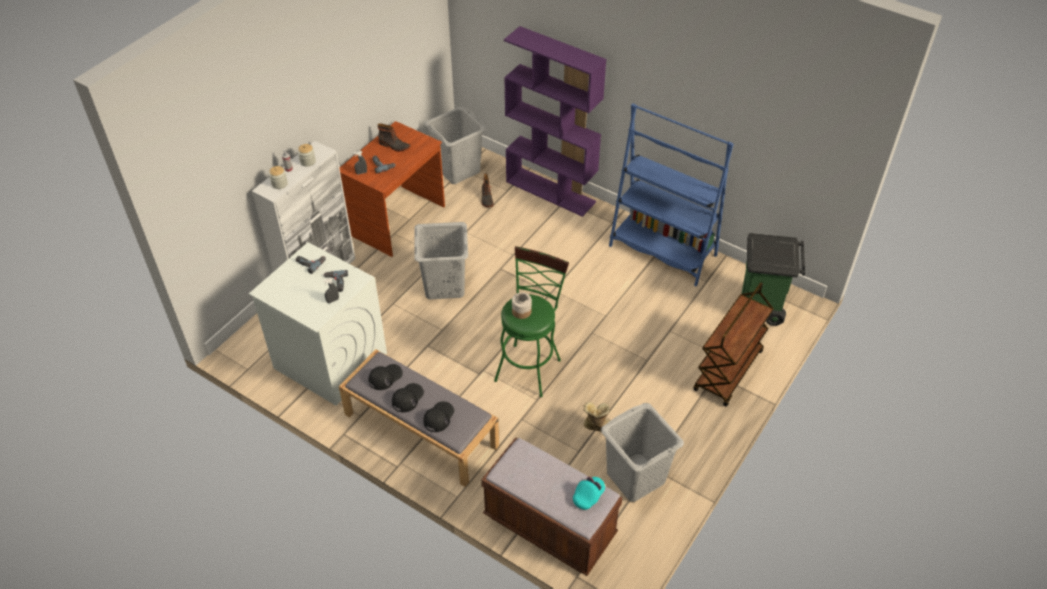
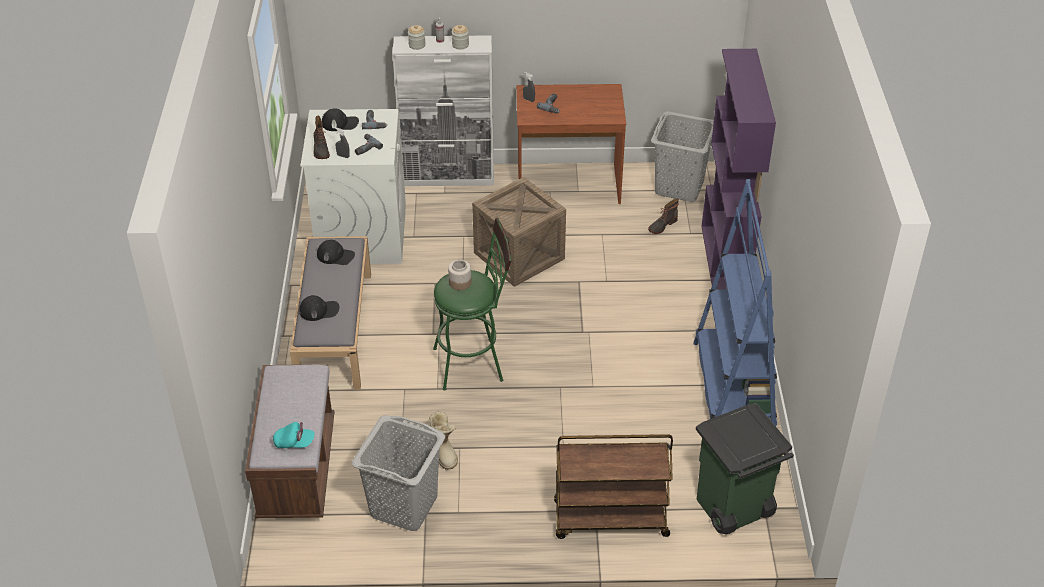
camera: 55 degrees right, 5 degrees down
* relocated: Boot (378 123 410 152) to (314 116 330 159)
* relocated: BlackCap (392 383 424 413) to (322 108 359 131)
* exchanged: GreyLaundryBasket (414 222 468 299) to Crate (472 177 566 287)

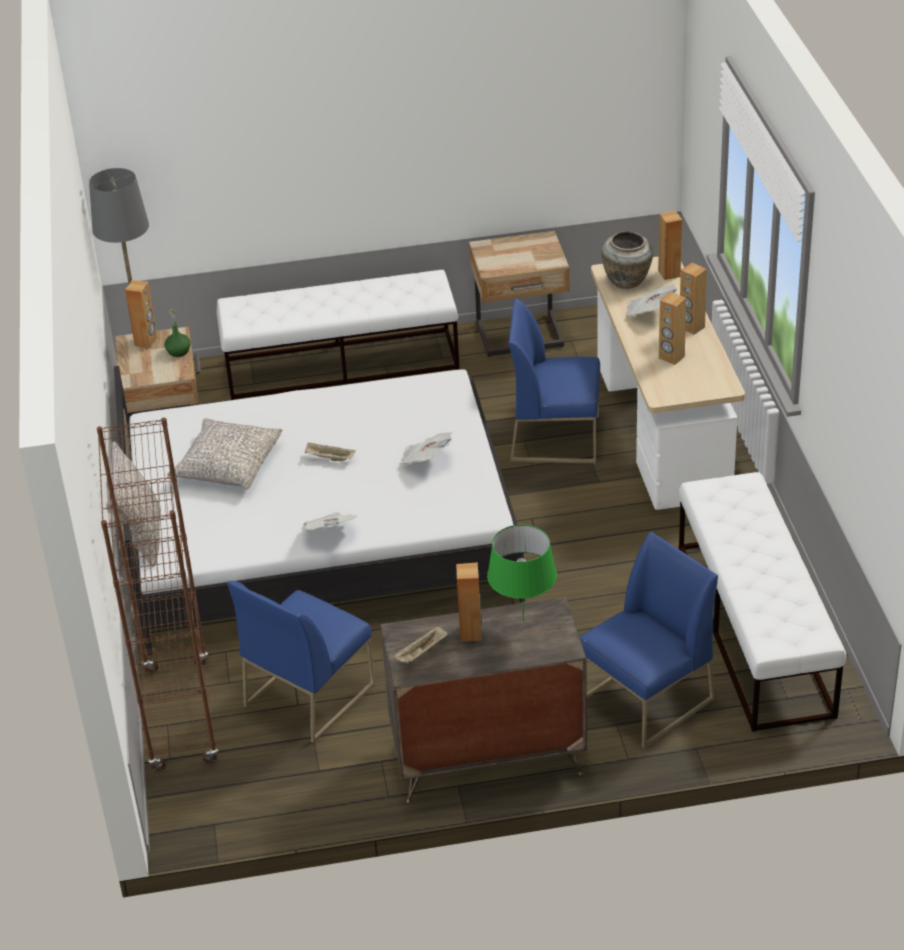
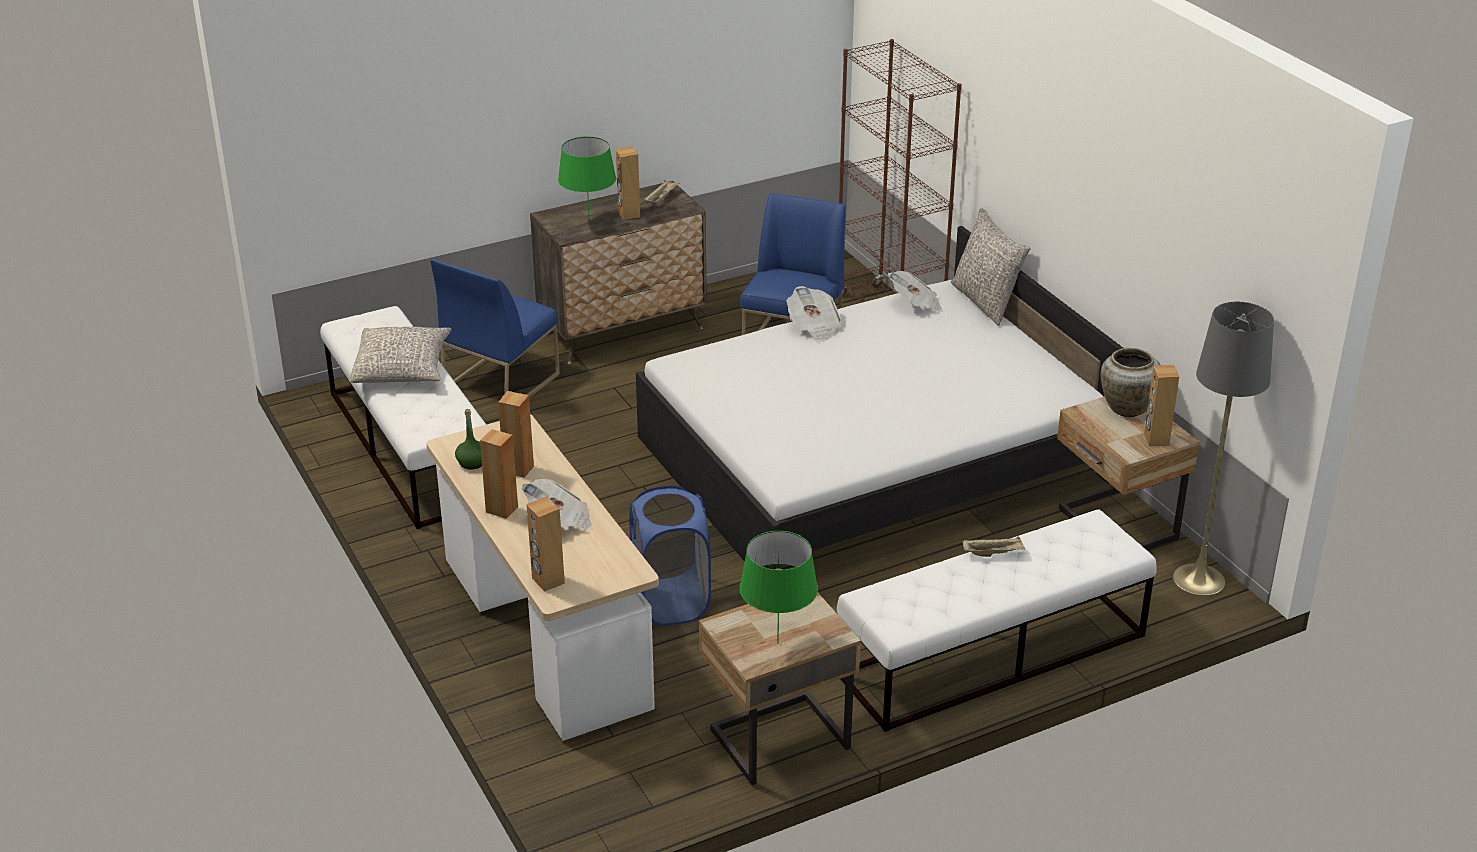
camera: 160 degrees right, 5 degrees down
* appeared: GreenTableLamp (739 531 818 643)
* relocated: GreenBottle (164 309 191 357) to (455 409 482 470)
* relocated: GreyPillow (167 418 283 490) to (349 327 451 383)
* relocated: BeigeTray (305 442 356 461) to (963 536 1025 557)
* relocated: Newspaper (399 432 452 465) to (888 271 943 312)
* relocated: BeigeVase (601 231 653 289) to (1101 348 1161 417)
* exchanged: BlueChair (509 298 600 463) to BlueLaundryBasket (629 486 711 626)

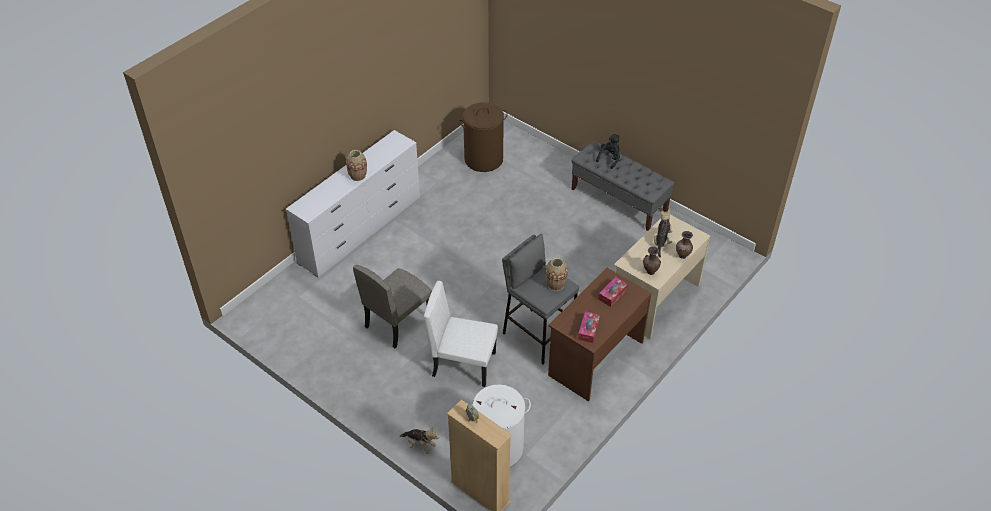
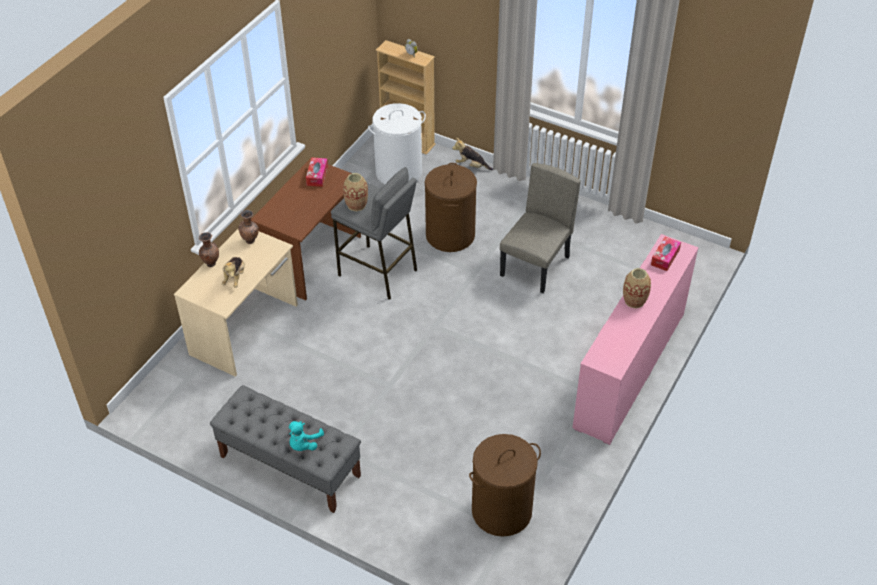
camera: 170 degrees right, 0 degrees up
* relocated: TissueBox (598 277 628 307) to (651 237 681 271)
* exchanged: WhiteChair (424 281 498 387) to BrownLaundryBasket (425 163 477 252)
* colour: WhiteDresser (286 130 420 277) to PinkDresser (572 234 699 445)
* colour: BlackPlushToy (596 134 620 169) to TurquoisePlushToy (289 421 324 451)

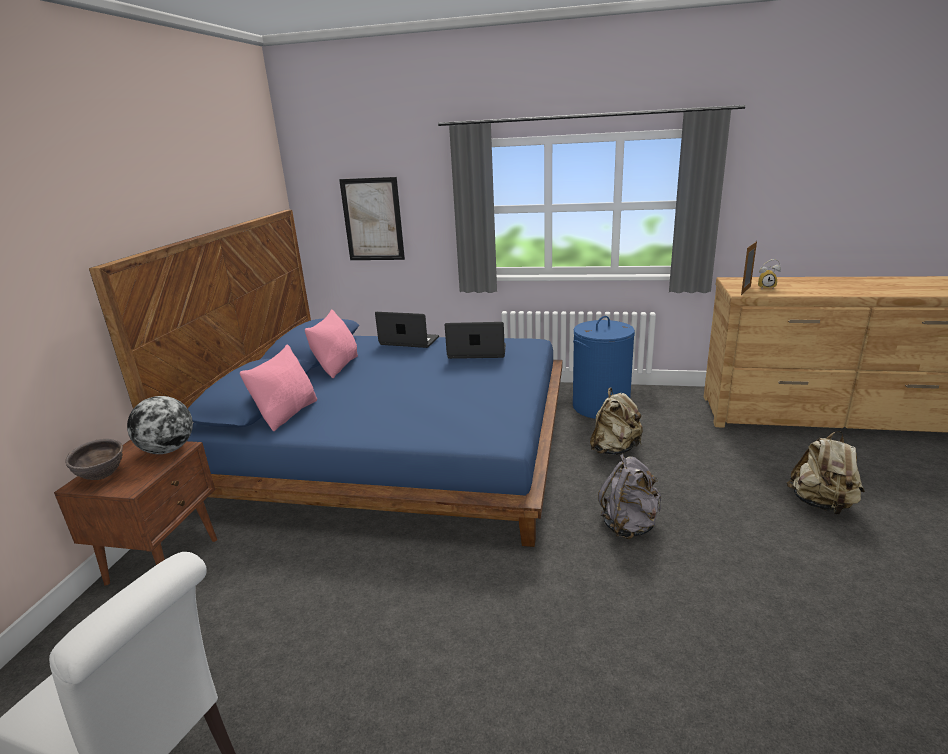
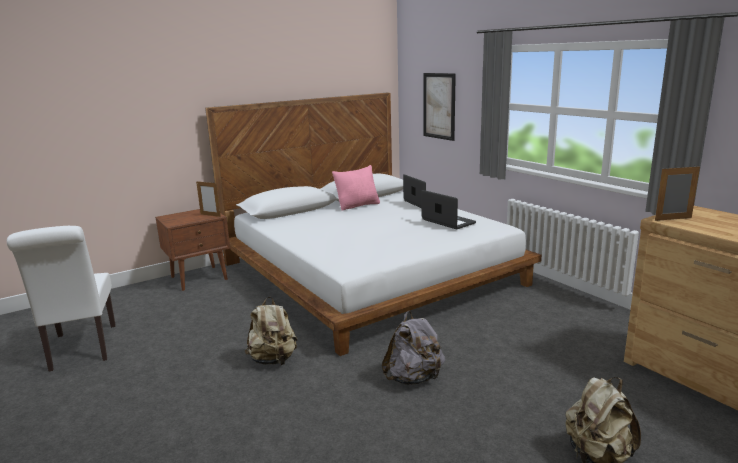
camera: 45 degrees right, 5 degrees down
* missing: BrownBowl (65 439 123 480)
* missing: PinkPillow (240 345 317 431)
* missing: BlueLaundryBasket (573 316 635 419)
* missing: AlarmClock (758 259 781 288)
* relocated: BeigeBackpack (590 388 643 455) to (245 297 297 365)
* exchanged: Globe (127 396 193 454) to PictureFrame (196 180 221 217)
* colour: BlueBed (89 210 563 547) to WhiteBed (205 93 542 356)

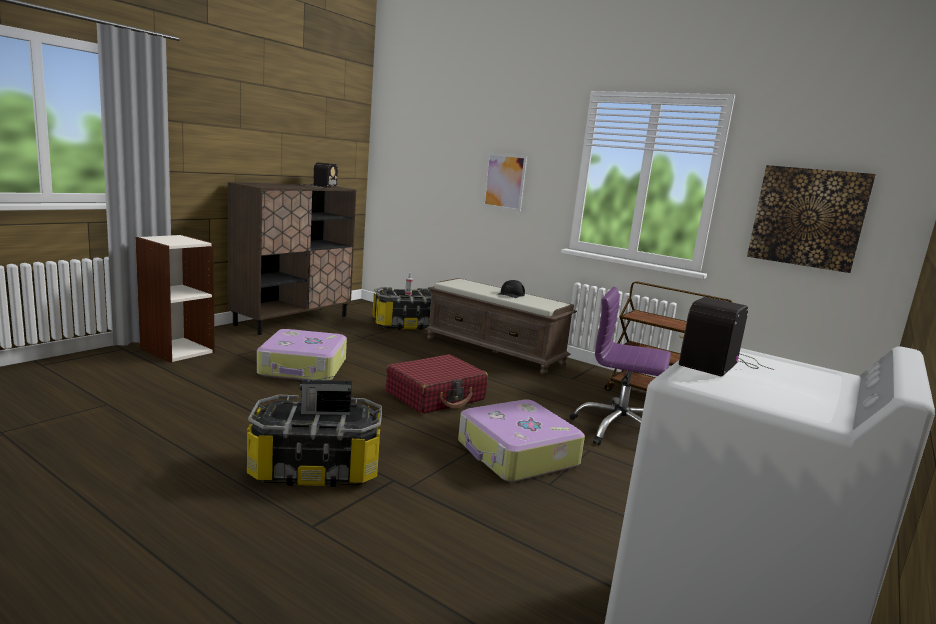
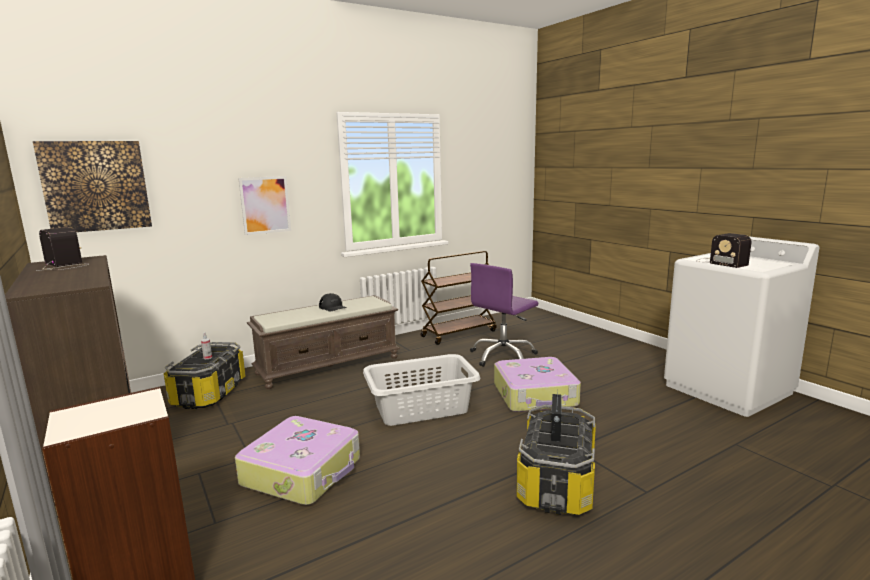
camera: 65 degrees left, 0 degrees up
* relocated: Picture (747 165 876 273) to (33 141 152 232)
* exchanged: RedSuitcase (386 354 488 414) to GreyLaundryBasket (363 354 480 426)

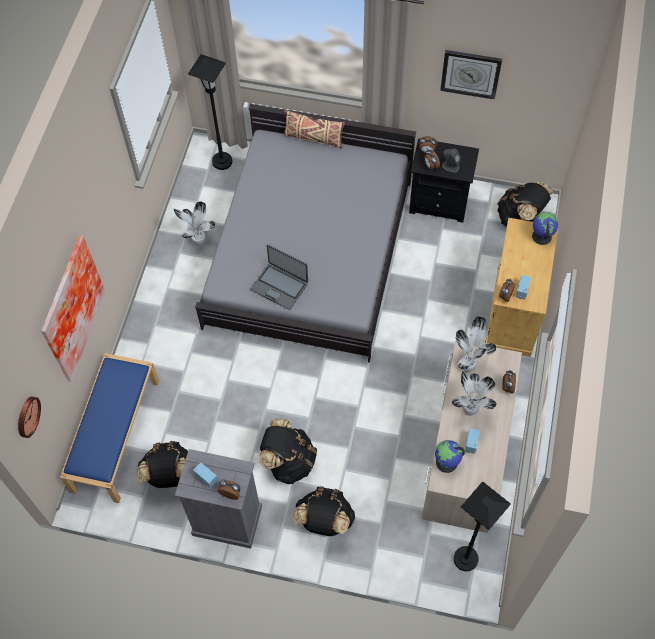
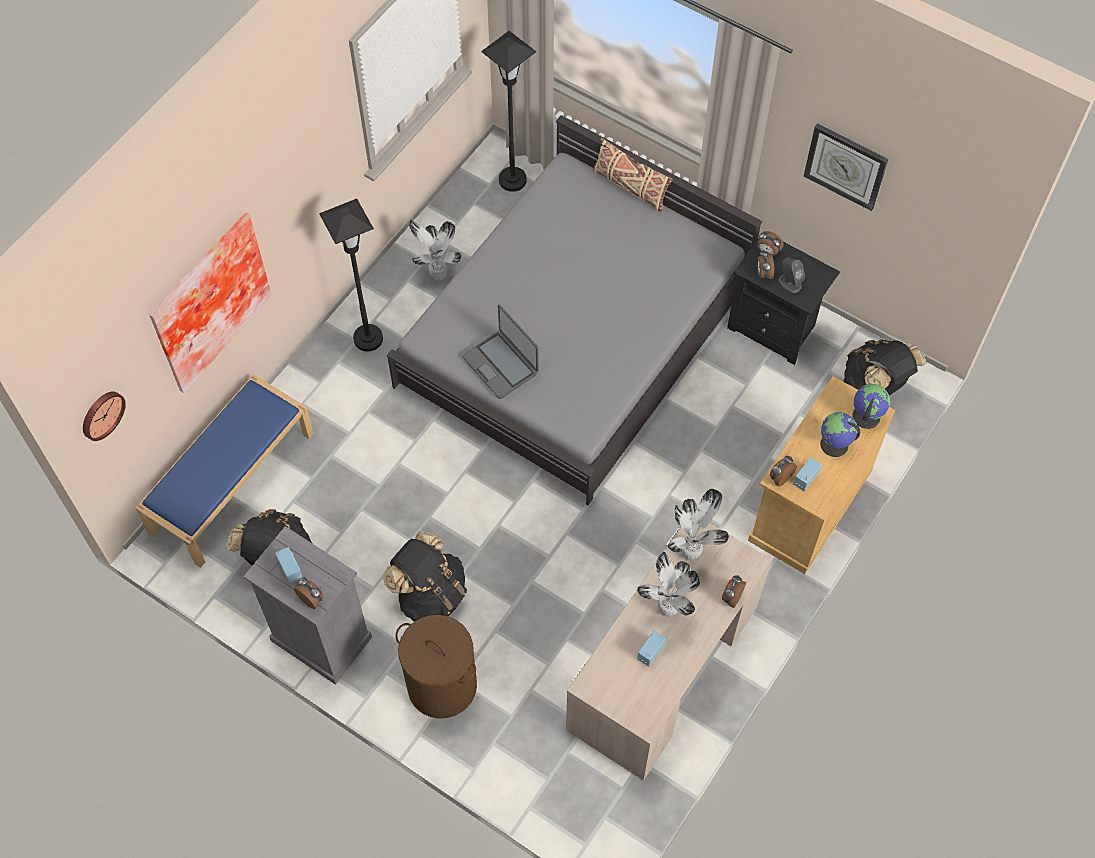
camera: 20 degrees right, 0 degrees up
* relocated: Globe (435 440 465 473) to (820 412 860 457)
* relocated: BlackFloorLamp (454 481 511 571) to (319 199 383 352)
* exchanged: BlackBackpack (294 487 355 536) to BrownLaundryBasket (396 615 477 719)

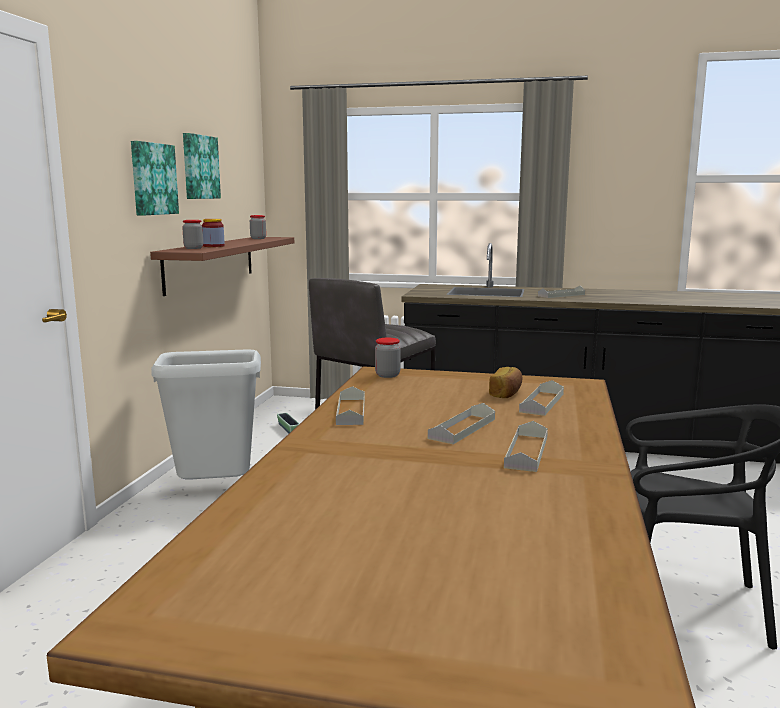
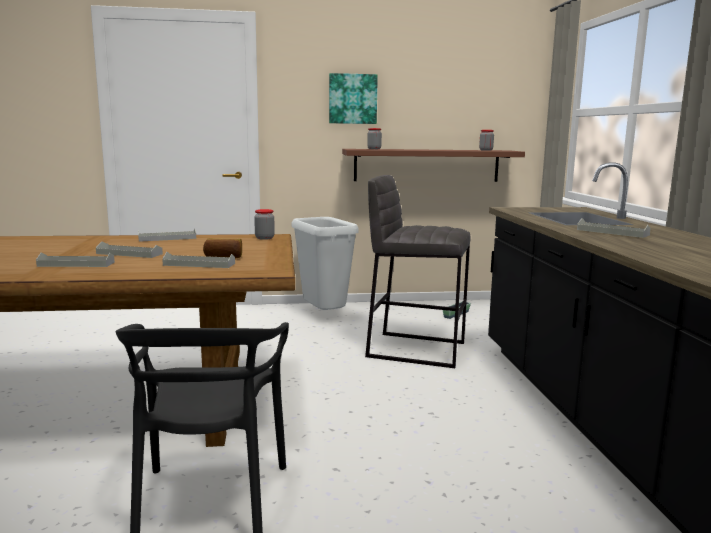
camera: 70 degrees right, 0 degrees up
* missing: Picture (183 133 221 199)
* missing: Jar (202 219 225 247)

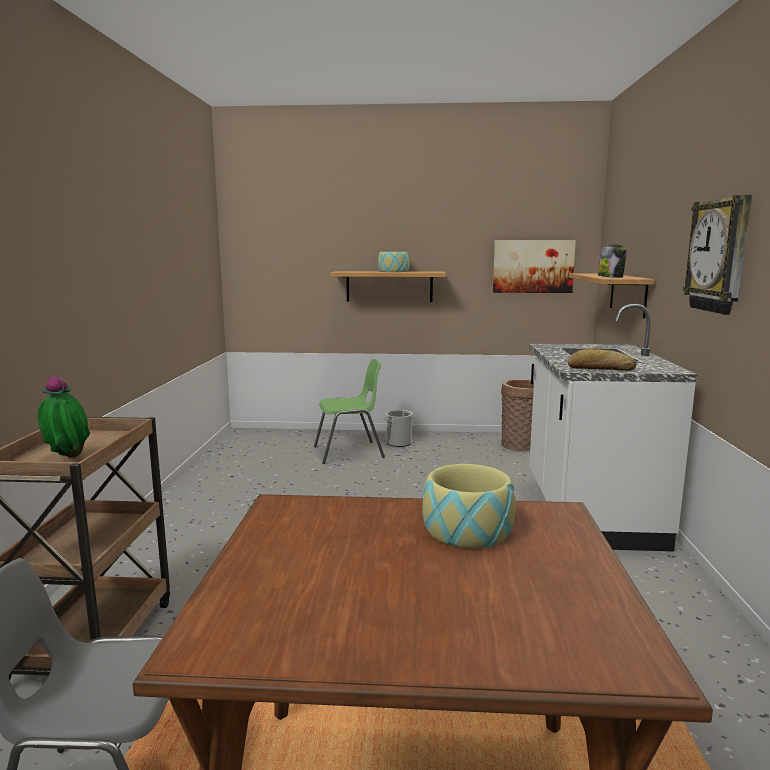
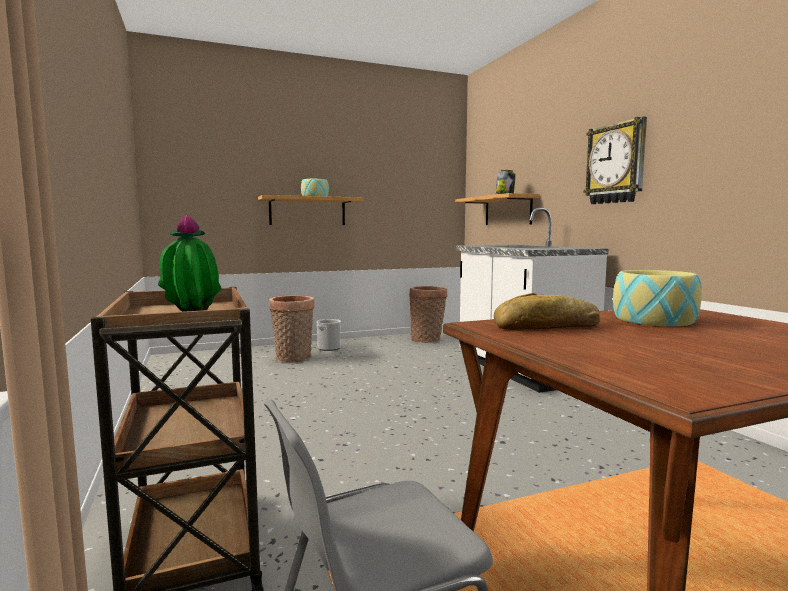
camera: 25 degrees left, 5 degrees down
* missing: Picture (493 240 576 293)
* relocated: Bread (568 348 637 371) to (494 293 600 330)
* exchanged: GreenChair (314 359 385 464) to Basket (269 295 314 362)

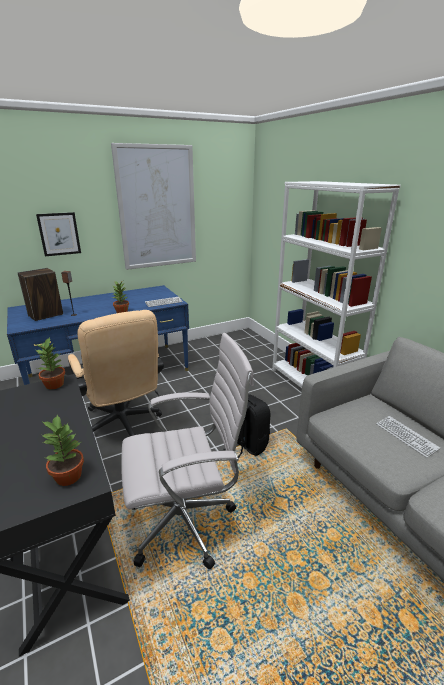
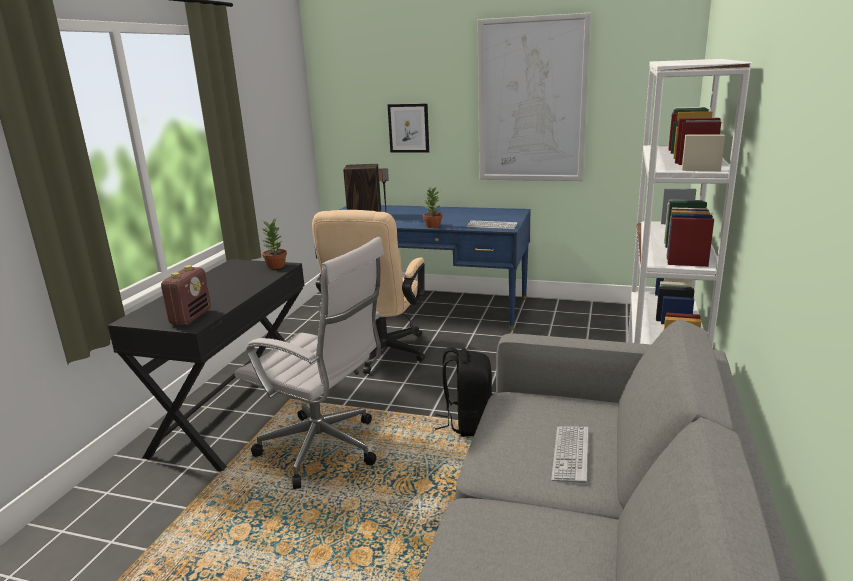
camera: 45 degrees right, 5 degrees down
* exchanged: PottedPlant (42 415 84 486) to Radio (161 265 211 325)

